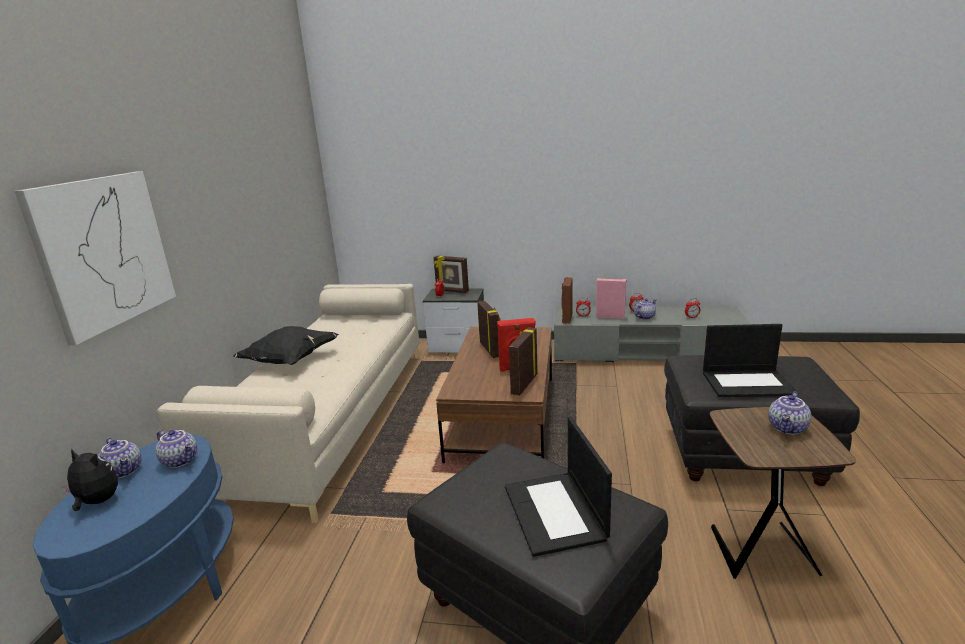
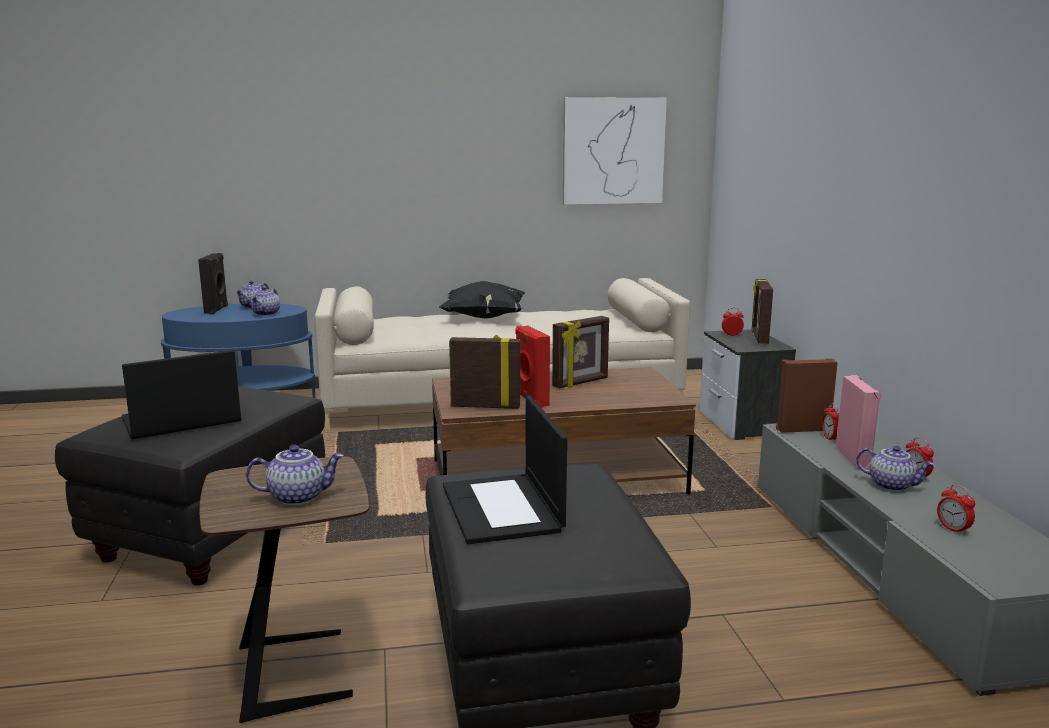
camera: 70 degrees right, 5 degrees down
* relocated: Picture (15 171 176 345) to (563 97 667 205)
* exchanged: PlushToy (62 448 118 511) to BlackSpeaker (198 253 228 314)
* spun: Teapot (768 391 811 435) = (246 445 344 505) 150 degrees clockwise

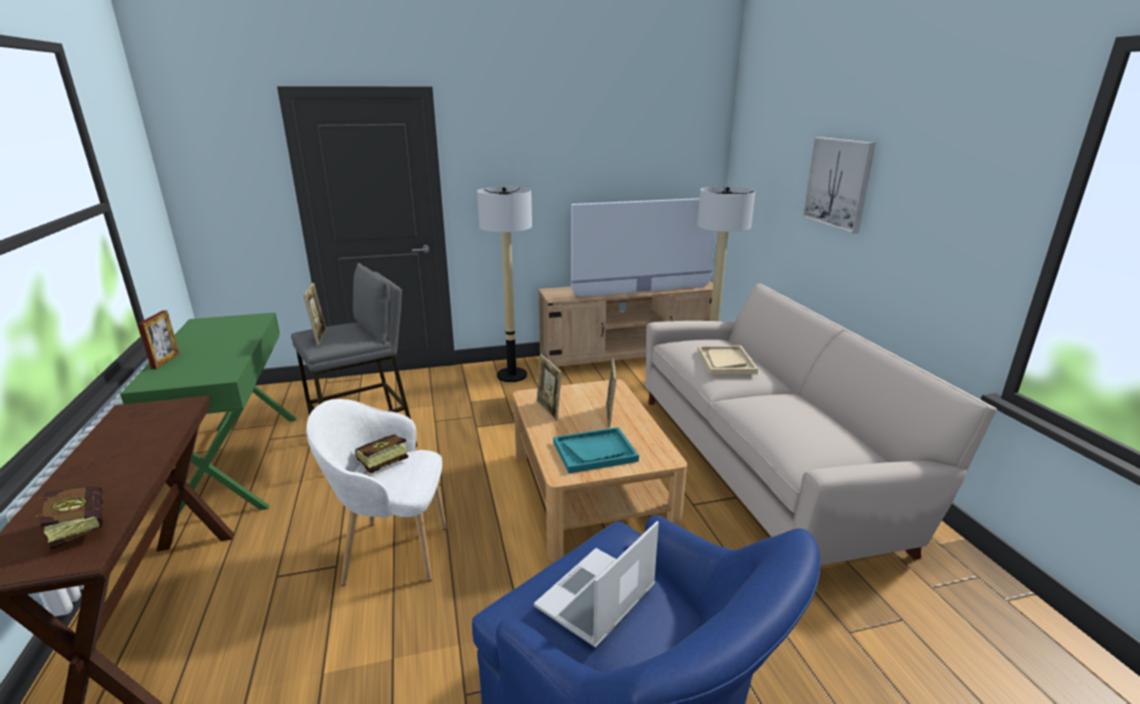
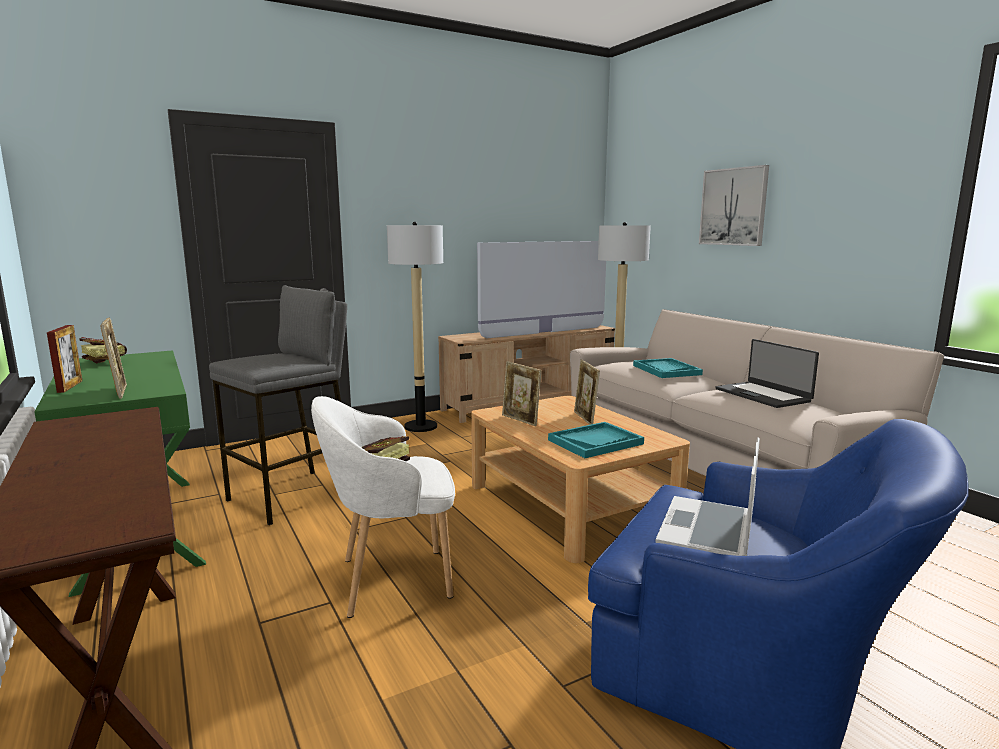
camera: 15 degrees left, 10 degrees down
* appeared: Laptop (716 339 819 408)
* relocated: Book (36 486 103 550) to (79 337 127 363)
* relocated: PictureFrame (303 283 326 345) to (100 318 127 399)
* colour: BeigeTray (697 346 758 375) to TurquoiseTray (633 358 703 378)

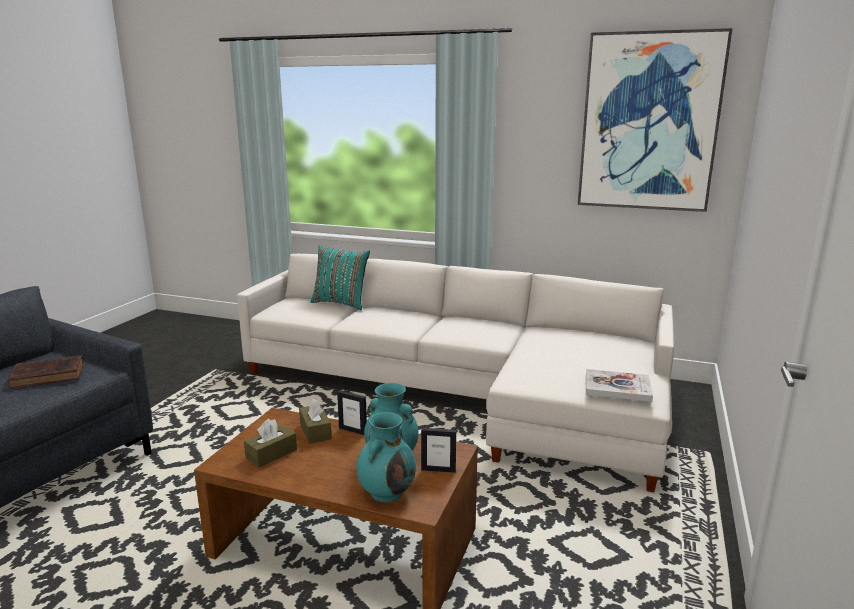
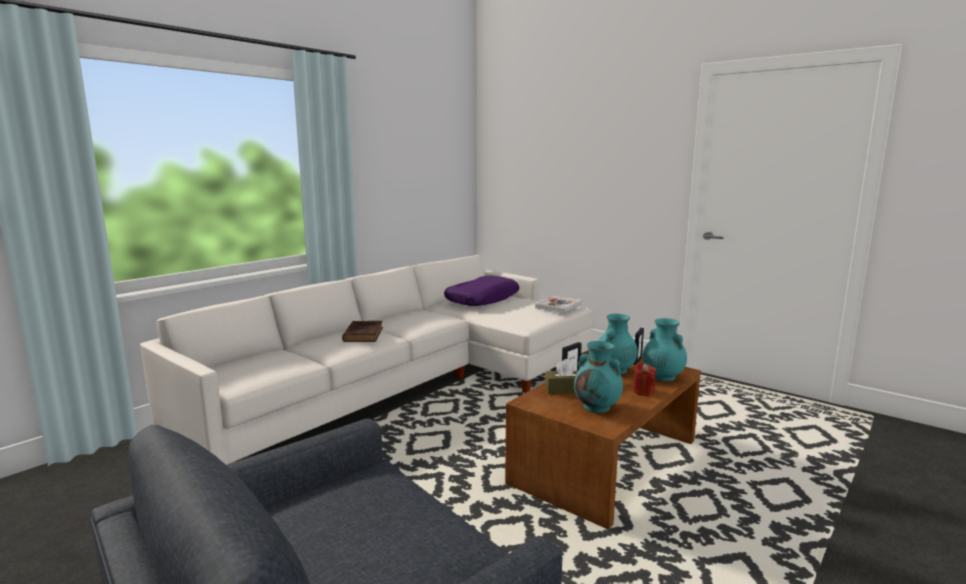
camera: 70 degrees left, 5 degrees down
* missing: TurquoisePillow (310 245 370 311)
* missing: Picture (578 28 733 212)
* appeared: PurplePillow (444 276 519 306)
* appeared: RedCandle (633 363 656 396)
* relocated: BrownBook (8 355 84 389) to (342 321 383 342)
* exchanged: BrownTissueBox (244 419 297 468) to TurquoiseVase (574 341 623 413)

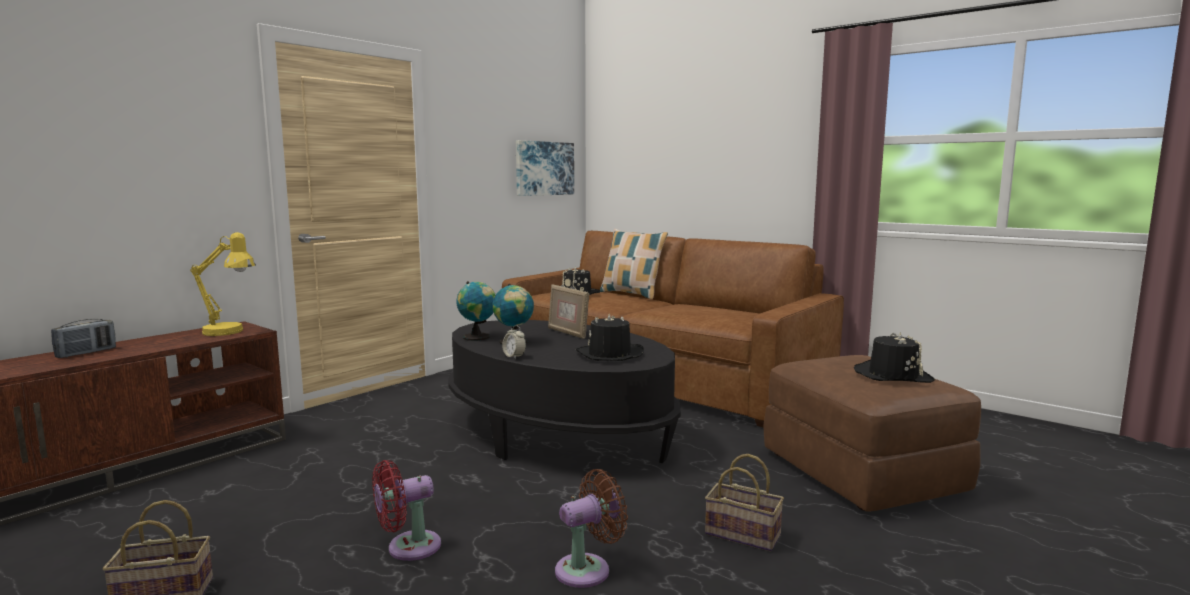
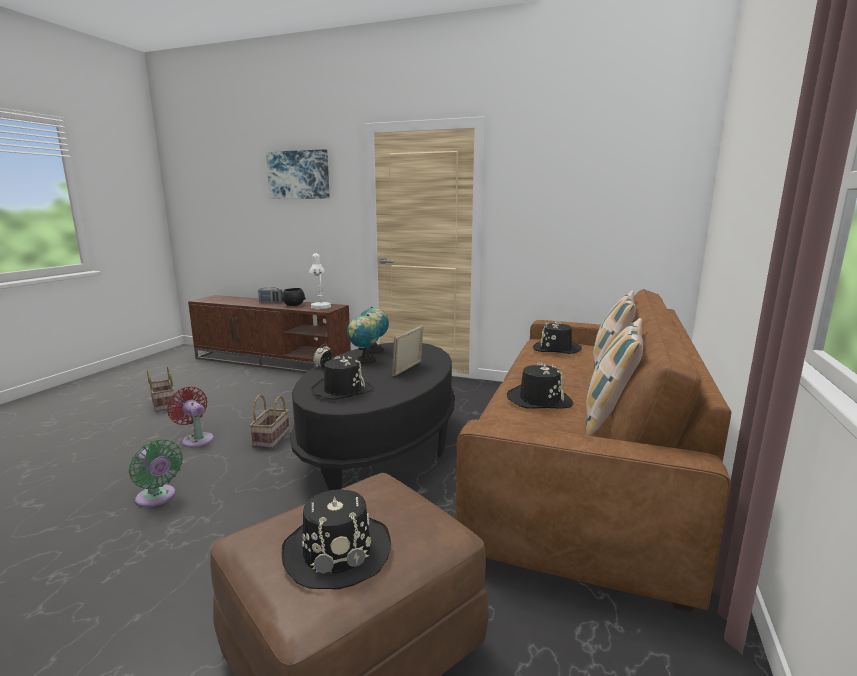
camera: 70 degrees right, 5 degrees up
* appeared: BlackBowl (282 288 306 306)
* appeared: BlackHat (507 362 573 409)
* appeared: Pillow (586 318 643 436)
* relocated: Picture (516 140 574 196) to (266 149 330 199)
* relocated: Basket (705 454 784 551) to (250 395 290 448)
* colour: YellowTableLamp (190 232 256 336) to WhiteTableLamp (309 253 331 309)
* colour: BrownFan (555 469 628 588) to GreenFan (129 439 183 507)

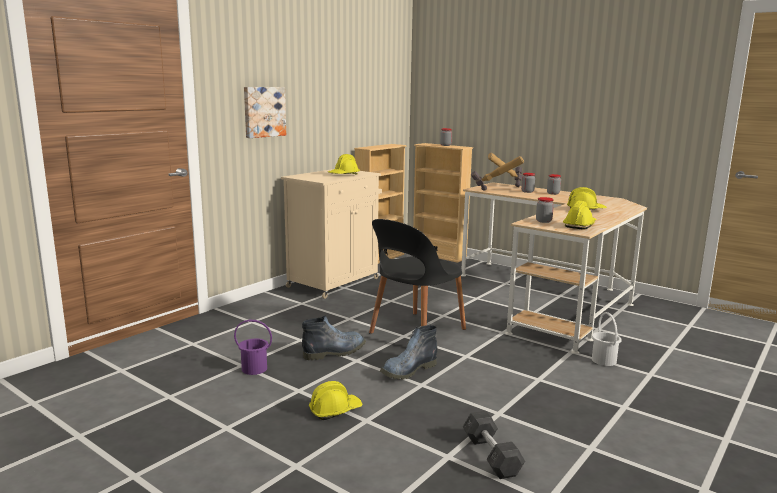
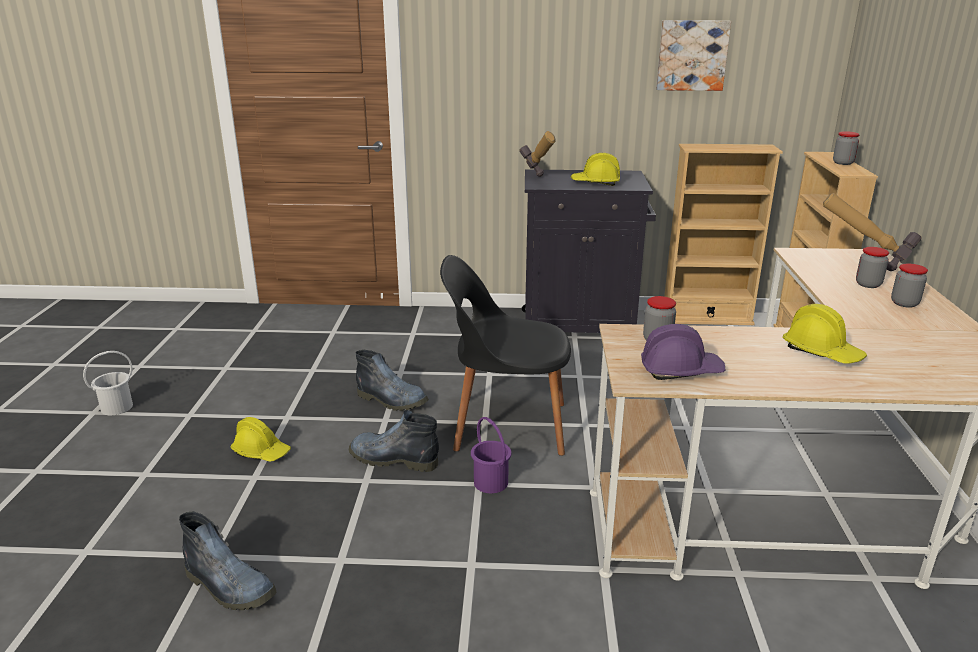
camera: 55 degrees right, 10 degrees up
* relocated: PurpleBucket (234 320 272 375) to (471 417 512 493)
* relocated: Picture (244 87 286 138) to (656 20 731 91)
* relocated: Hammer (471 156 524 191) to (519 131 556 177)
* relocated: WhiteBucket (592 312 622 366) to (83 351 133 415)
* exchanged: GreyDumbbell (463 411 525 479) to Boot (179 511 276 610)
* colour: BeigeCabinet (281 169 382 299) to BlackCabinet (522 169 656 333)
* colour: YellowHardHat (563 201 596 229) to PurpleHardHat (641 324 725 380)

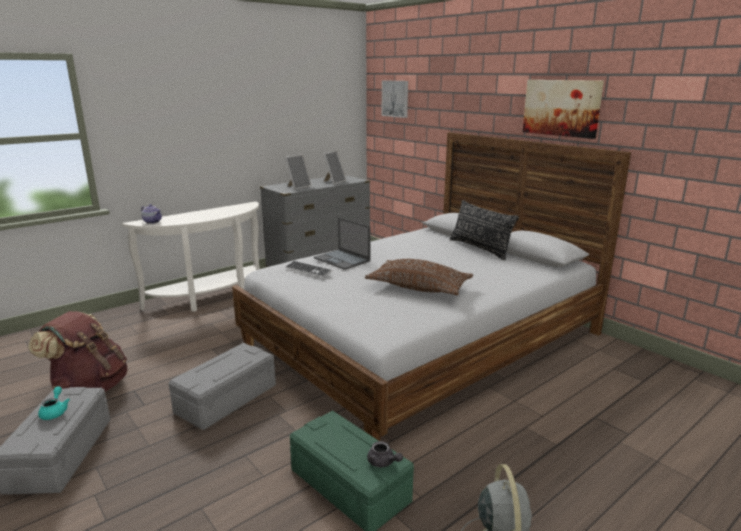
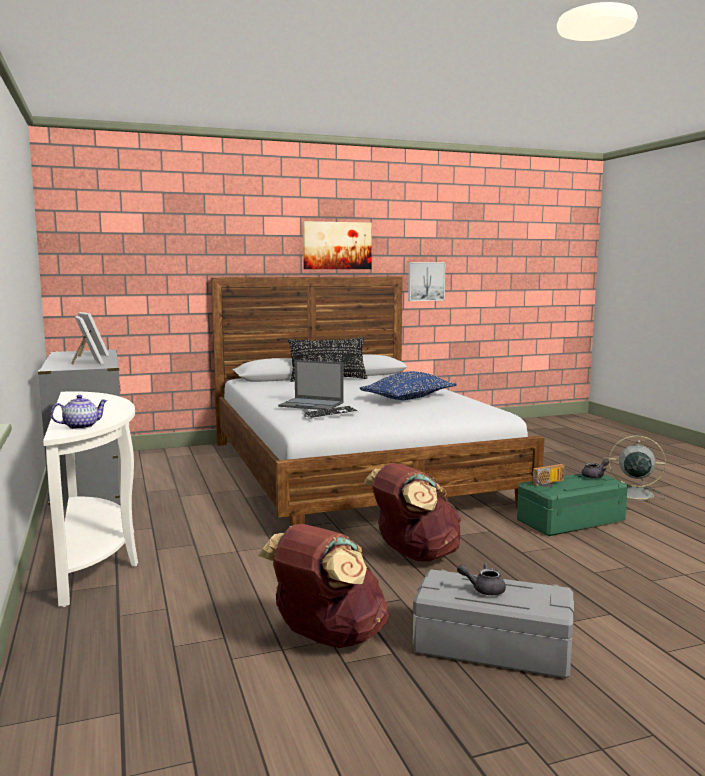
camera: 70 degrees left, 10 degrees down
* appeared: Radio (532 464 565 487)
* relocated: Picture (382 81 408 118) to (408 262 445 301)
* exchanged: GreyStorageBox (168 343 276 430) to BrownBackpack (364 463 462 562)
* colour: TurquoiseTeapot (38 387 70 420) to GreyTeapot (457 563 506 595)
* colour: BrownPillow (365 259 473 295) to BluePillow (360 371 456 400)
* spun: Laptop (314 217 371 270) = (278 360 344 410) 45 degrees clockwise

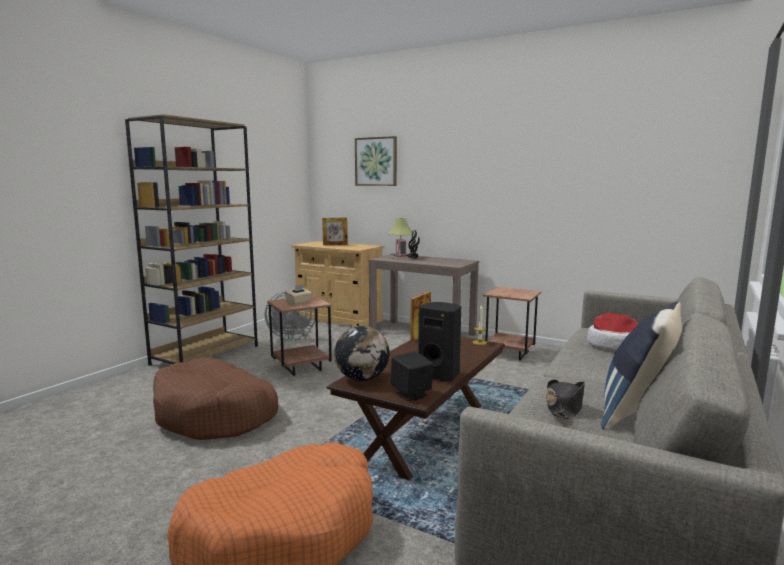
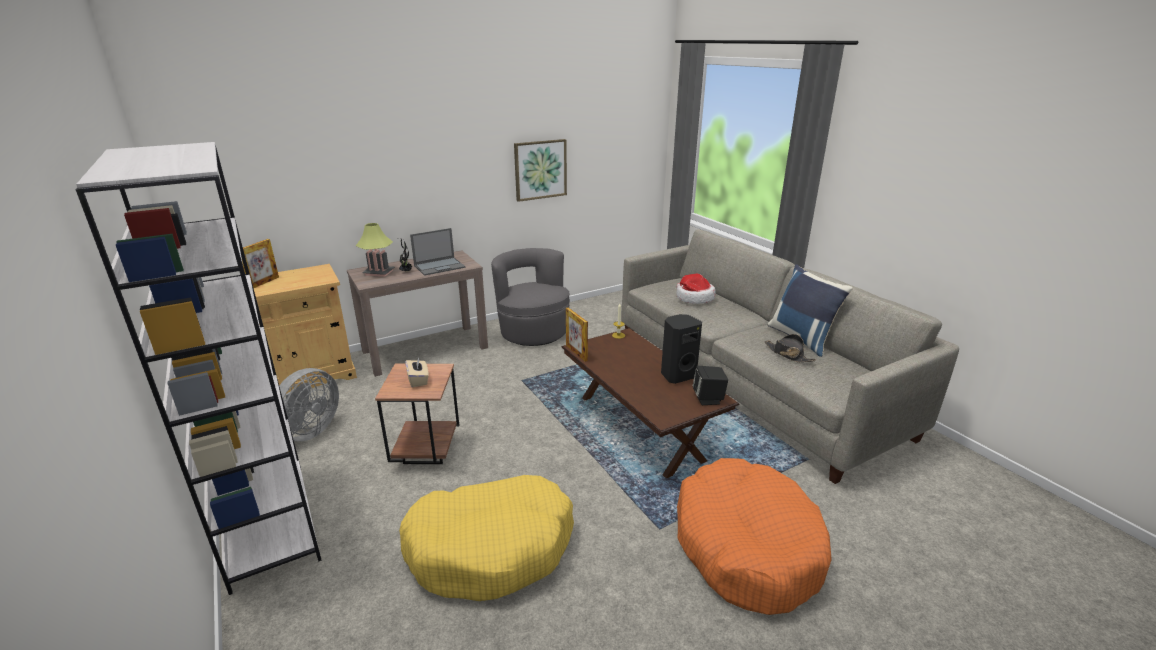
camera: 60 degrees left, 15 degrees up
* missing: Globe (334 326 389 381)
* appeared: Laptop (410 228 465 276)
* relocated: Picture (355 136 397 186) to (514 139 567 202)
* exchanged: BrownSideTable (483 287 541 361) to GreyArmchair (491 248 570 346)
* colour: BrownBookcase (125 114 258 366) to WhiteBookcase (75 142 321 595)
* colour: BrownDogBed (153 358 278 440) to YellowDogBed (399 475 574 601)

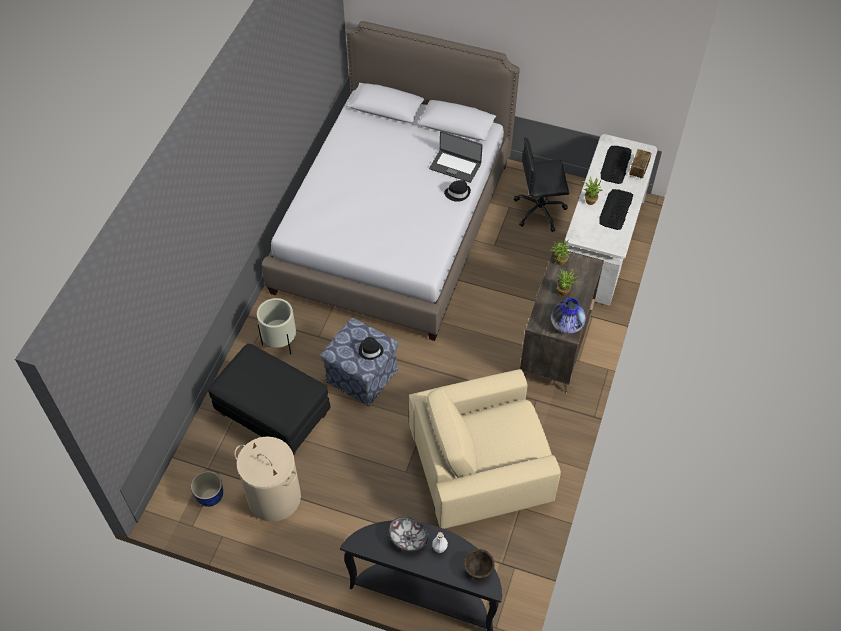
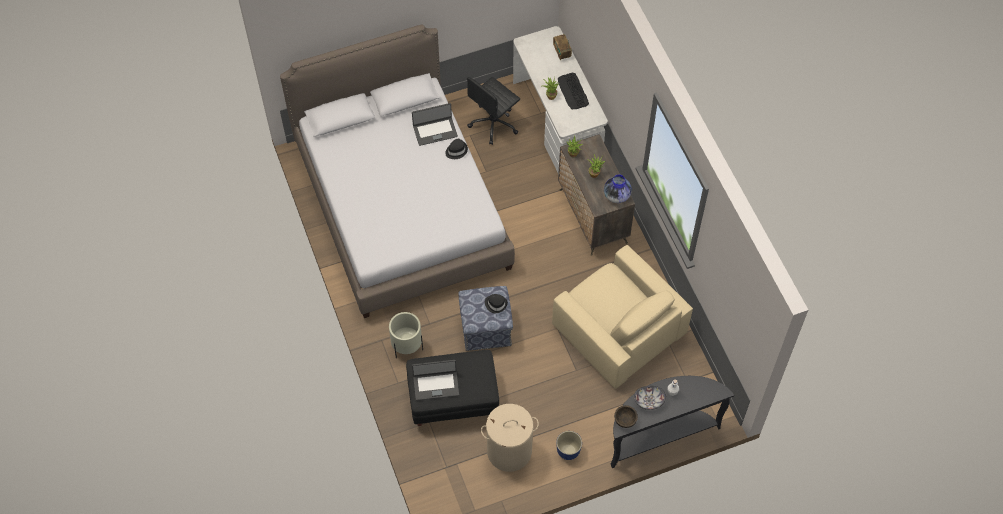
camera: 40 degrees left, 5 degrees up
* missing: Keyboard (601 146 632 184)
* appeared: Laptop (412 360 459 400)
* relocated: Planter (191 471 223 507) to (556 431 582 460)
* relocated: BrownBowl (464 549 495 579) to (614 405 638 428)
* spun: BeigeArmchair (409 369 561 529) = (552 245 693 389) 75 degrees counterclockwise

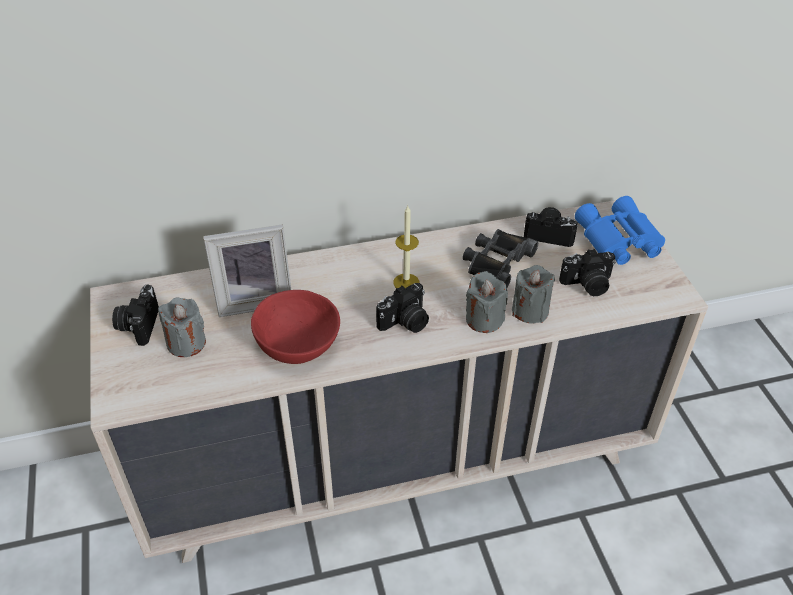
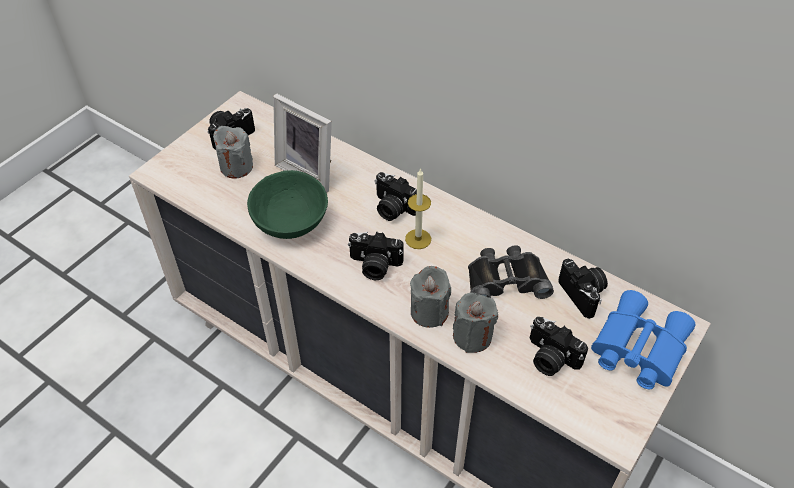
camera: 50 degrees right, 5 degrees up
* appeared: PhotoCamera (375 172 417 221)
* colour: RedBowl (251 290 340 364) to GreenBowl (247 170 328 239)

